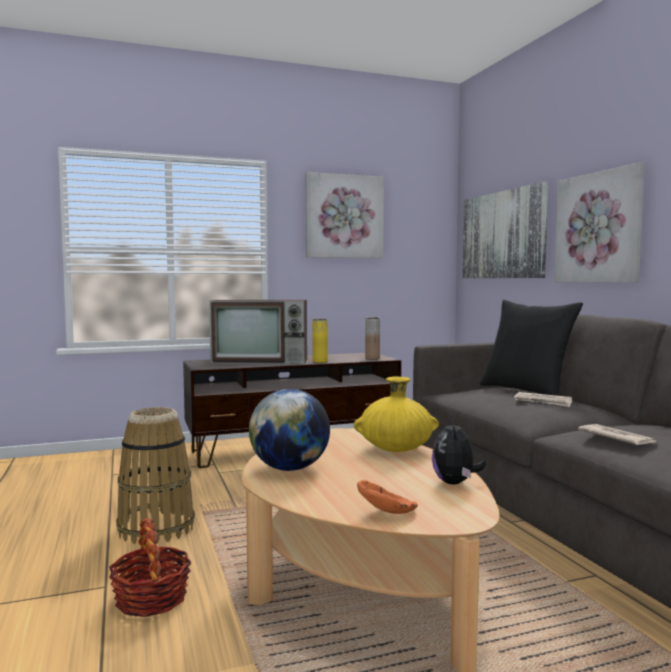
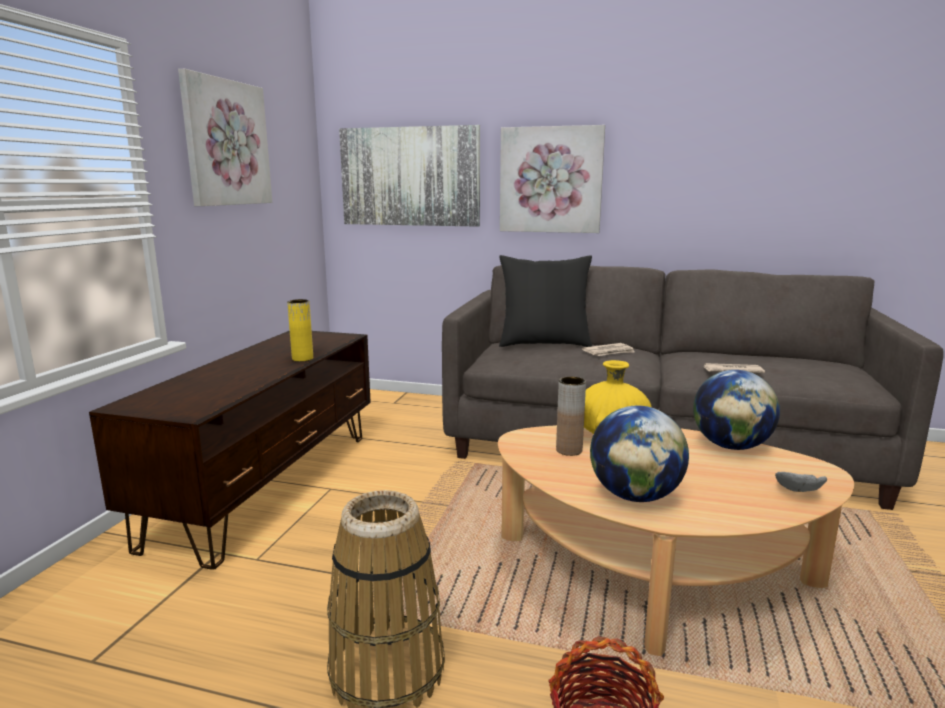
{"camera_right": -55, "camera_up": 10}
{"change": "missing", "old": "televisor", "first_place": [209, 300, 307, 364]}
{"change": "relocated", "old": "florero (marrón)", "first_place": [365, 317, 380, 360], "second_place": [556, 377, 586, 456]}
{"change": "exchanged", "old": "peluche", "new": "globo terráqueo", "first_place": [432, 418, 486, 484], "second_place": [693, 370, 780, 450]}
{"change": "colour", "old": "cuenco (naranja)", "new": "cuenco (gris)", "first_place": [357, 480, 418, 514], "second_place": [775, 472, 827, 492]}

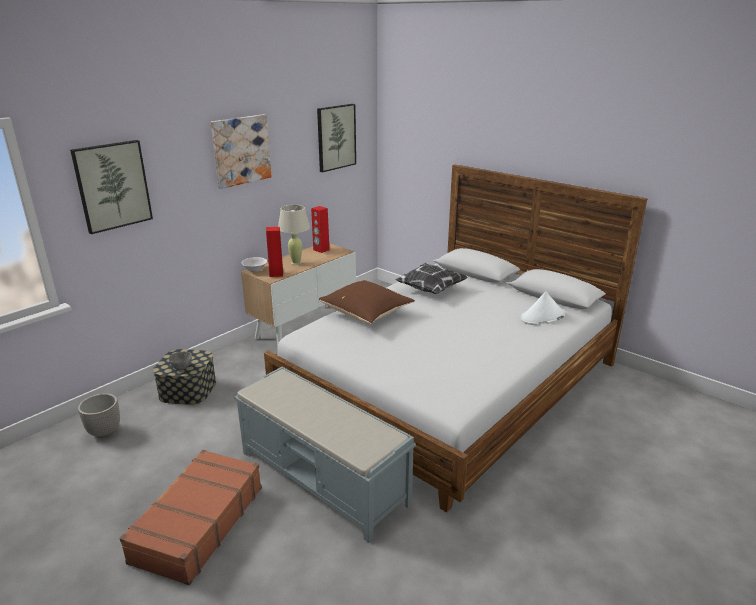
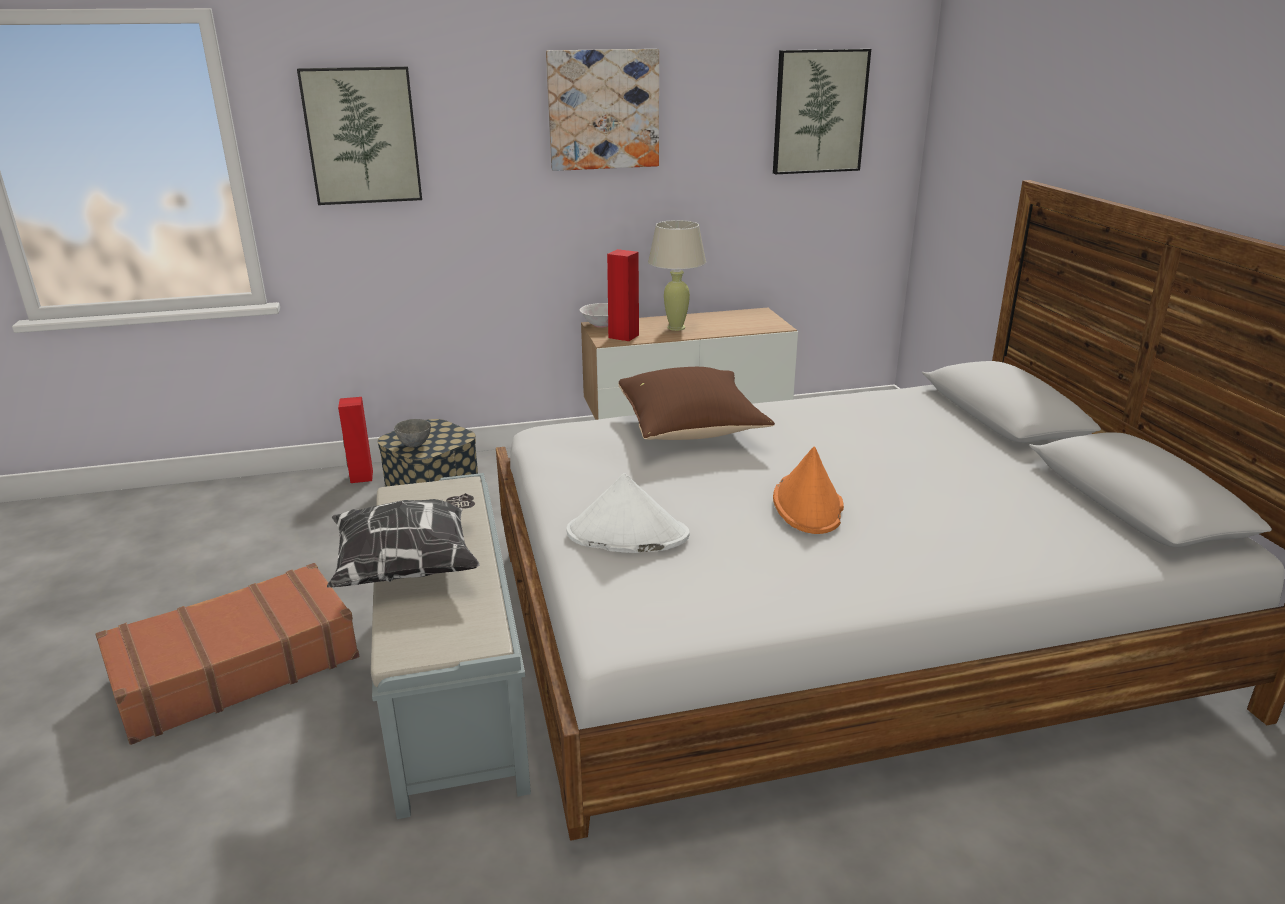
{"camera_right": 35, "camera_up": 0}
{"change": "missing", "old": "maceta", "first_place": [78, 393, 120, 438]}
{"change": "appeared", "new": "sombrero (naranja)", "second_place": [773, 446, 844, 534]}
{"change": "relocated", "old": "altavoz (rojo)", "first_place": [311, 206, 330, 253], "second_place": [338, 397, 373, 483]}
{"change": "relocated", "old": "cojín", "first_place": [395, 263, 468, 294], "second_place": [327, 493, 479, 588]}
{"change": "relocated", "old": "sombrero (blanco)", "first_place": [520, 291, 565, 325], "second_place": [566, 473, 690, 553]}

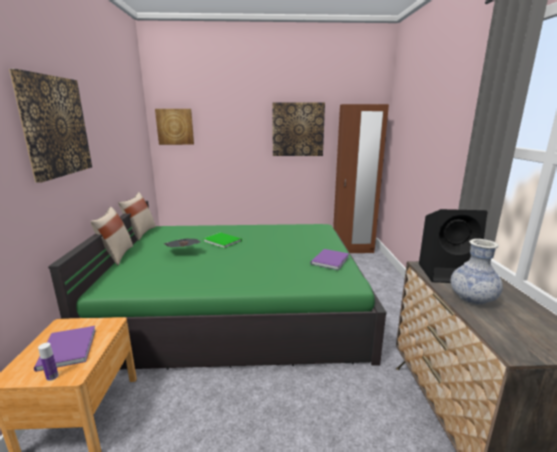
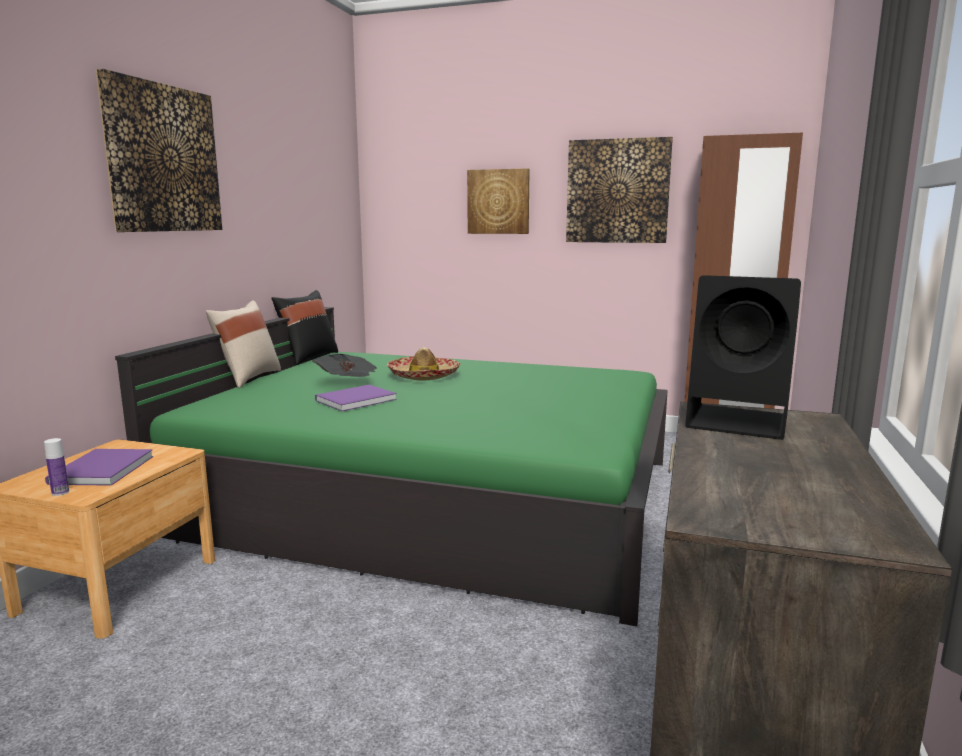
{"camera_right": 20, "camera_up": -5}
{"change": "missing", "old": "florero", "first_place": [451, 239, 503, 305]}
{"change": "relocated", "old": "cuadro", "first_place": [155, 109, 194, 145], "second_place": [467, 168, 530, 234]}
{"change": "relocated", "old": "libro (morado)", "first_place": [311, 249, 349, 270], "second_place": [315, 385, 397, 411]}
{"change": "exchanged", "old": "libro (verde)", "new": "sombrero", "first_place": [203, 232, 242, 249], "second_place": [387, 347, 460, 381]}
{"change": "colour", "old": "cojín (beis)", "new": "cojín (negro)", "first_place": [118, 192, 156, 241], "second_place": [271, 290, 338, 365]}

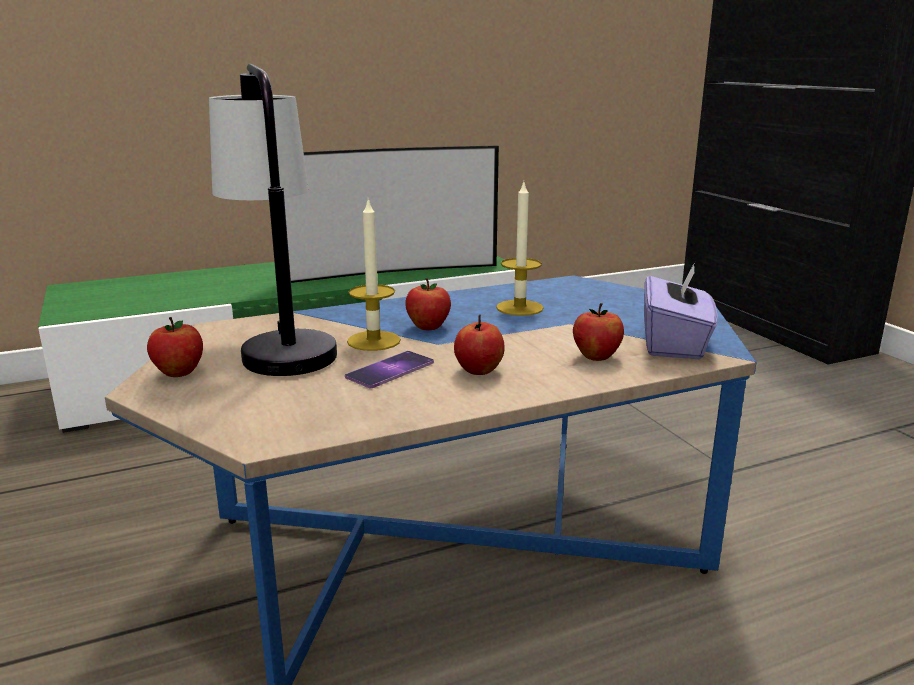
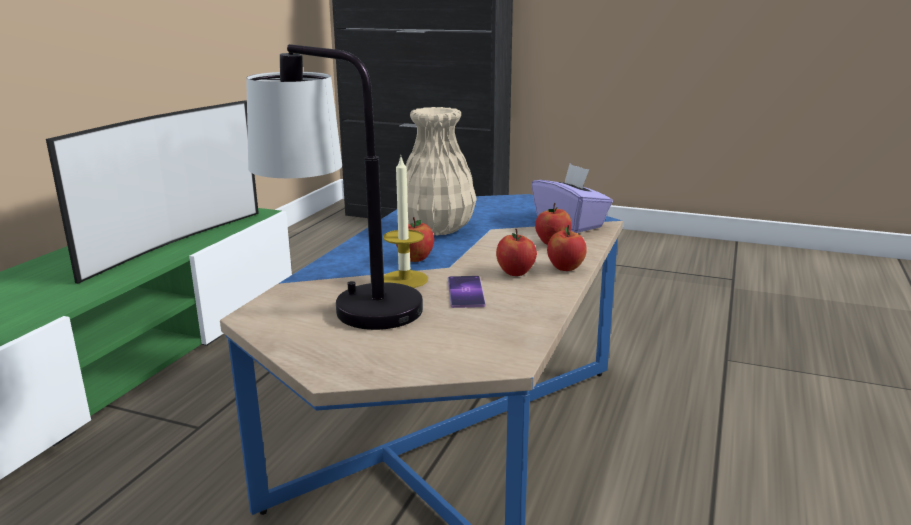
{"camera_right": -45, "camera_up": 0}
{"change": "relocated", "old": "manzana", "first_place": [147, 317, 203, 377], "second_place": [547, 225, 587, 271]}
{"change": "exchanged", "old": "vela", "new": "florero (beis)", "first_place": [496, 182, 544, 316], "second_place": [405, 107, 477, 236]}

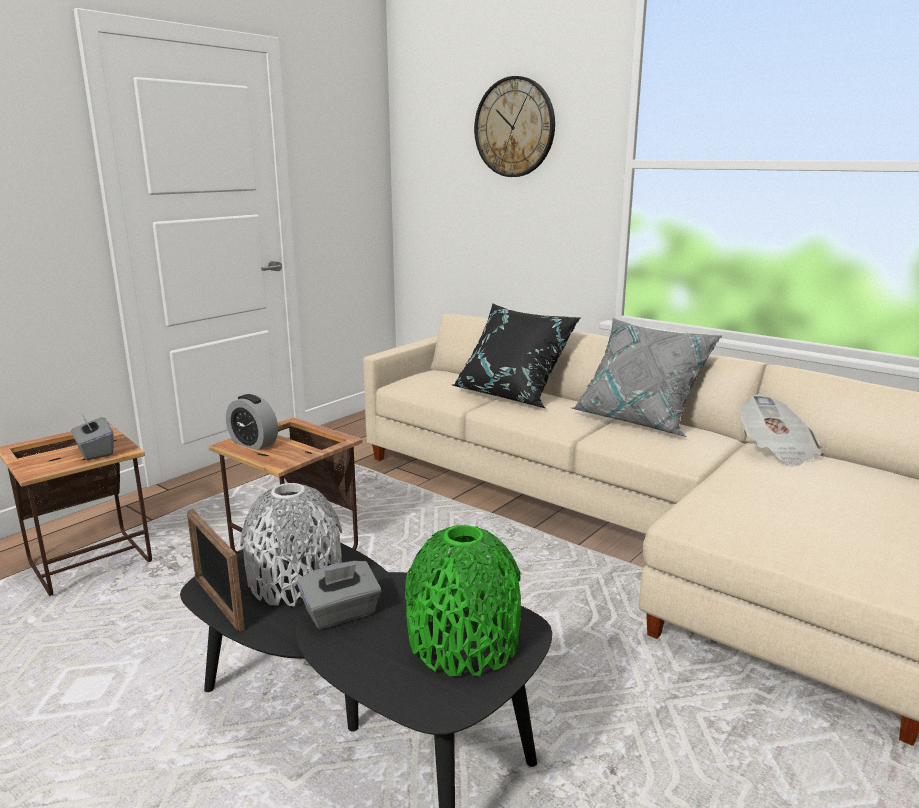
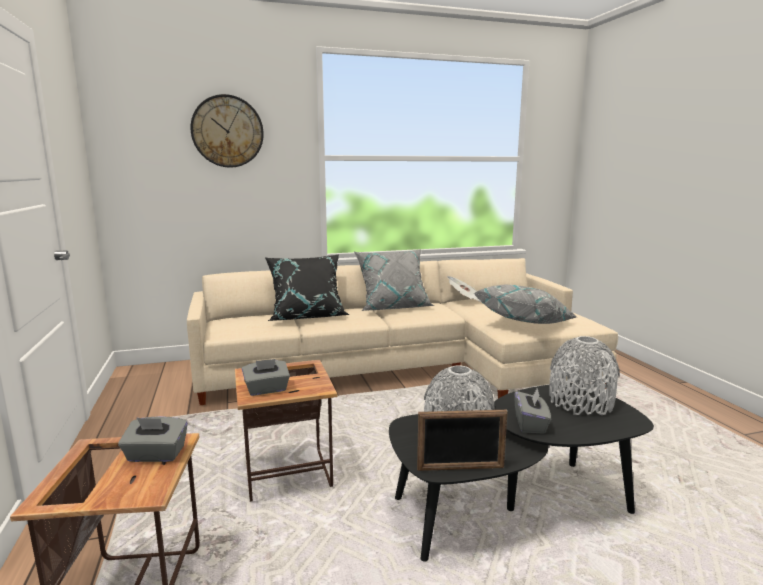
{"camera_right": -55, "camera_up": -5}
{"change": "appeared", "new": "cojín (gris)", "second_place": [474, 285, 577, 324]}
{"change": "exchanged", "old": "despertador", "new": "caja de pañuelos (gris)", "first_place": [226, 394, 278, 450], "second_place": [242, 359, 290, 396]}
{"change": "colour", "old": "florero (verde)", "new": "florero (gris)", "first_place": [405, 525, 521, 676], "second_place": [549, 336, 620, 415]}

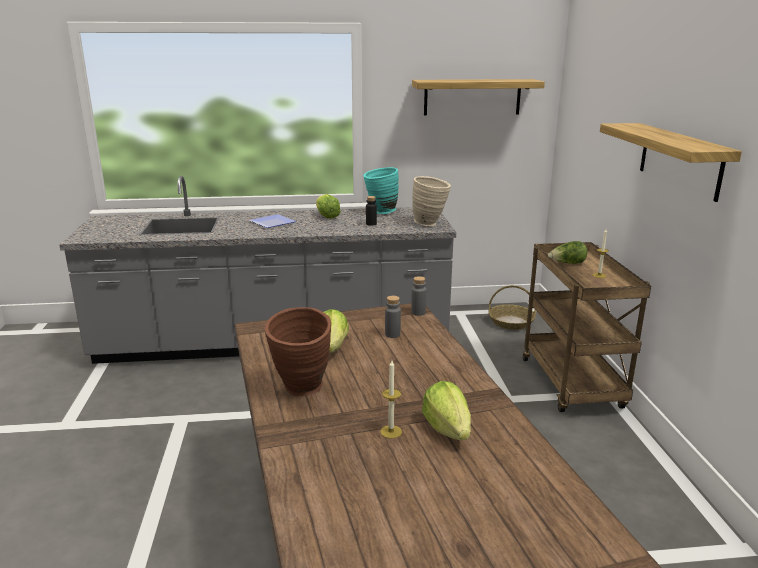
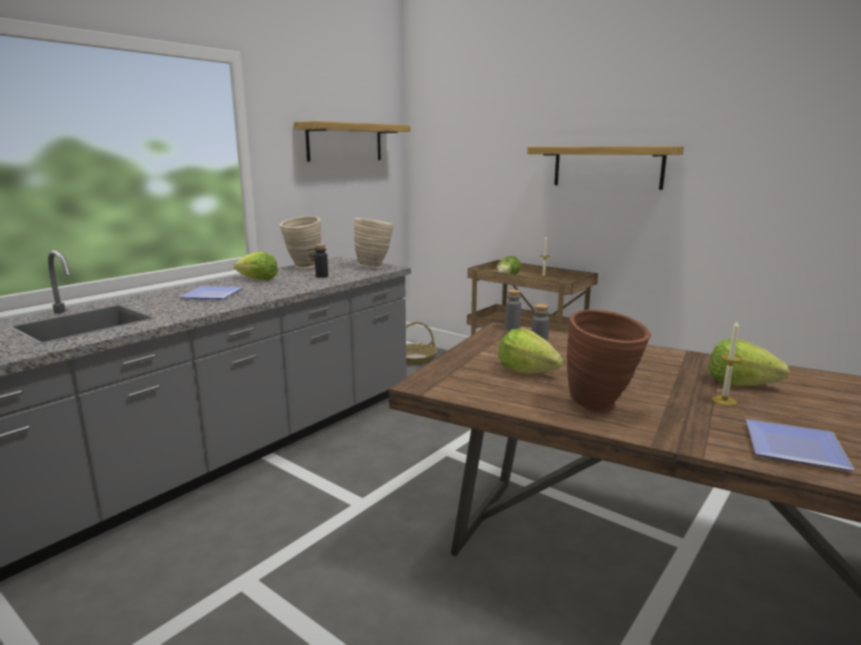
{"camera_right": -45, "camera_up": -5}
{"change": "appeared", "new": "plato", "second_place": [746, 419, 855, 471]}
{"change": "colour", "old": "florero (turquesa)", "new": "florero (beis)", "first_place": [364, 167, 399, 214], "second_place": [280, 216, 321, 269]}

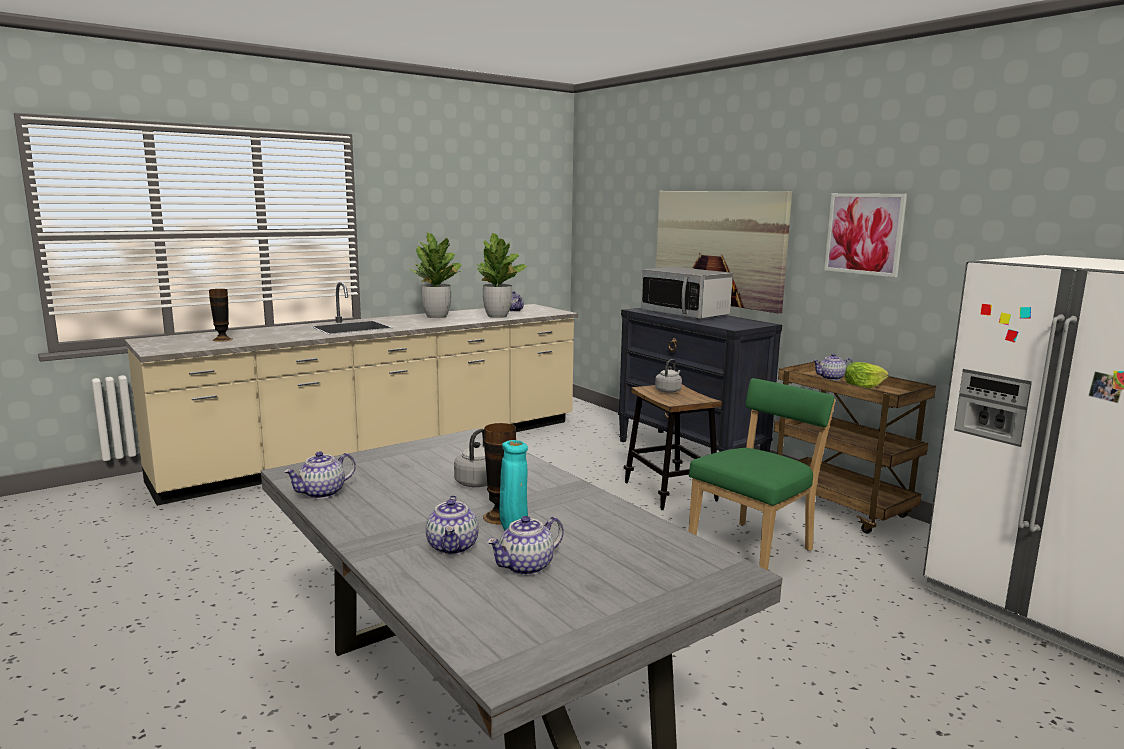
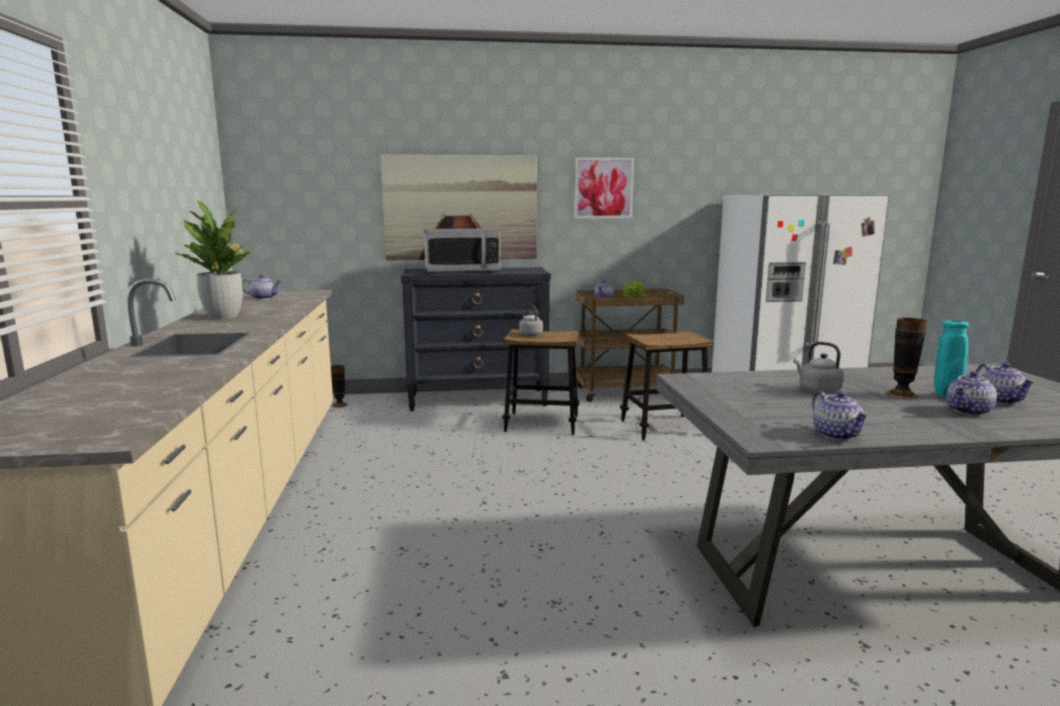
{"camera_right": -60, "camera_up": 0}
{"change": "missing", "old": "planta en maceta", "first_place": [477, 233, 527, 318]}
{"change": "relocated", "old": "florero", "first_place": [209, 289, 233, 342], "second_place": [331, 365, 348, 408]}
{"change": "exchanged", "old": "silla (verde)", "new": "taburete", "first_place": [688, 378, 836, 570], "second_place": [620, 331, 714, 441]}
{"change": "spun", "old": "tetera", "first_place": [426, 495, 478, 555], "second_place": [946, 371, 997, 416], "degrees": 120}

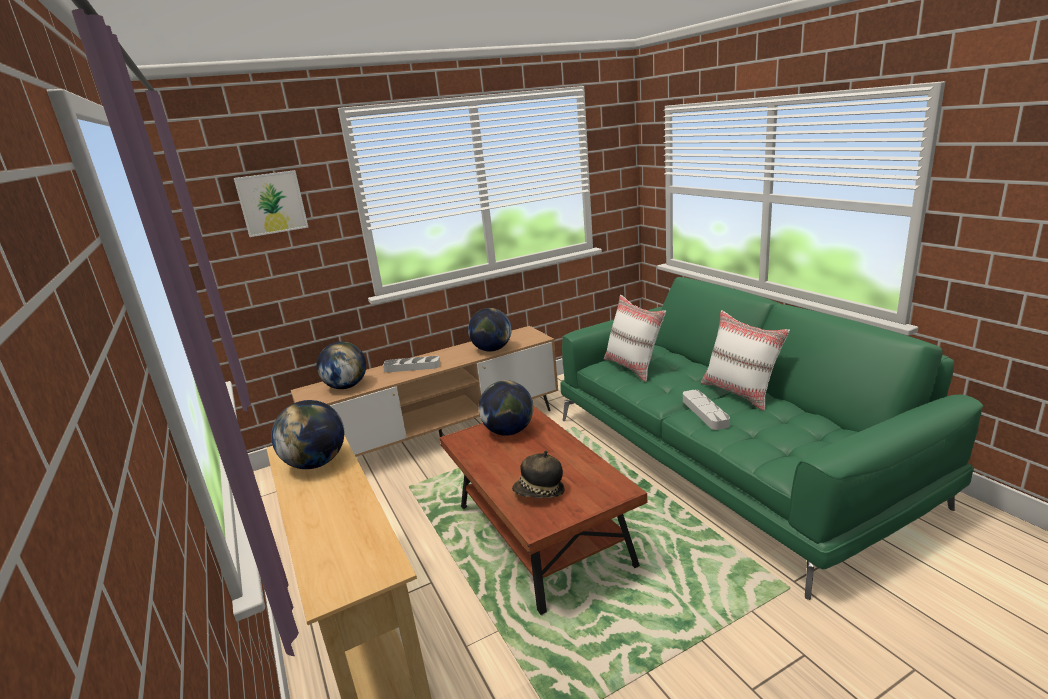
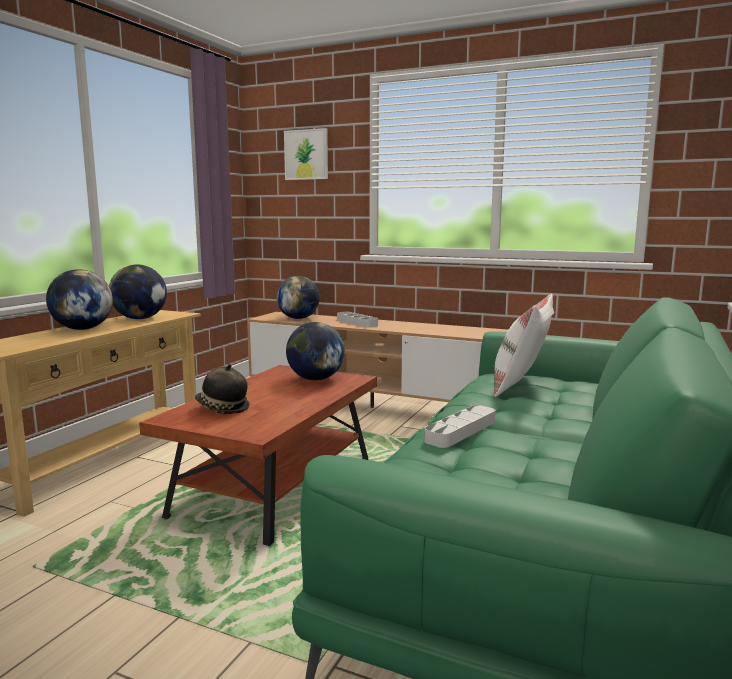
{"camera_right": 50, "camera_up": -10}
{"change": "missing", "old": "cojín (blanco)", "first_place": [701, 310, 790, 411]}
{"change": "relocated", "old": "globo terráqueo", "first_place": [468, 308, 512, 351], "second_place": [46, 269, 113, 330]}

